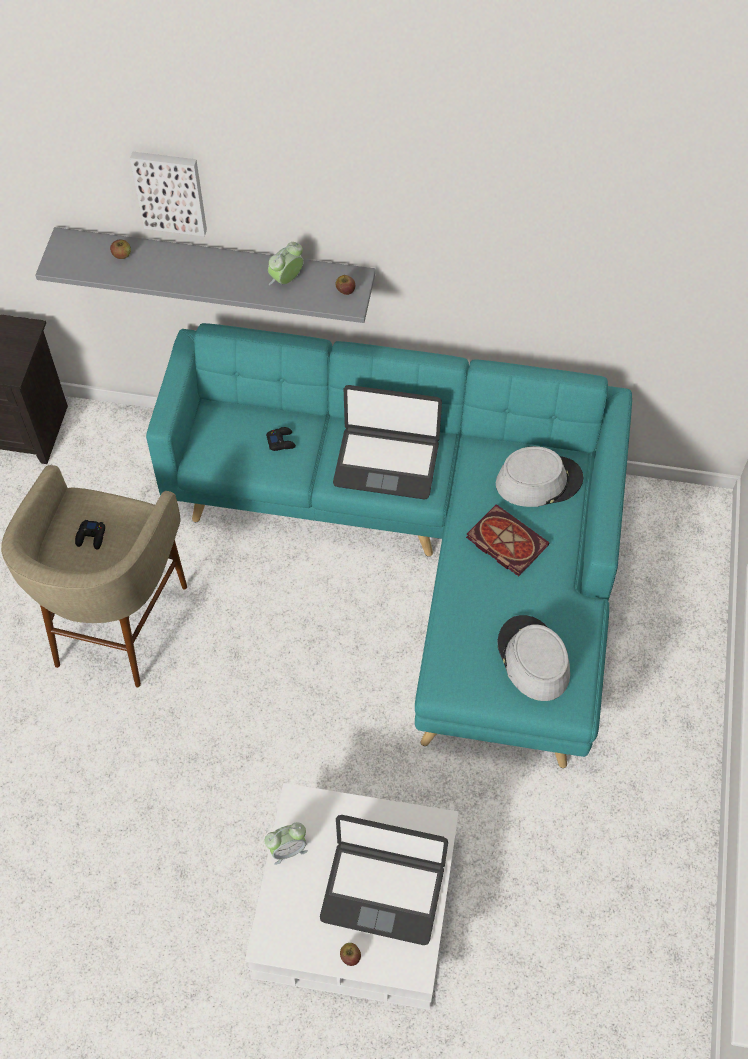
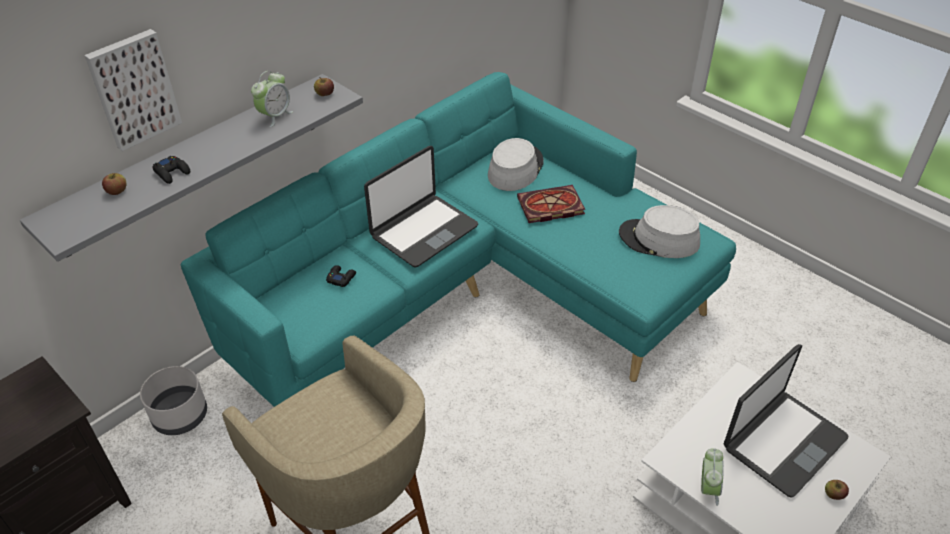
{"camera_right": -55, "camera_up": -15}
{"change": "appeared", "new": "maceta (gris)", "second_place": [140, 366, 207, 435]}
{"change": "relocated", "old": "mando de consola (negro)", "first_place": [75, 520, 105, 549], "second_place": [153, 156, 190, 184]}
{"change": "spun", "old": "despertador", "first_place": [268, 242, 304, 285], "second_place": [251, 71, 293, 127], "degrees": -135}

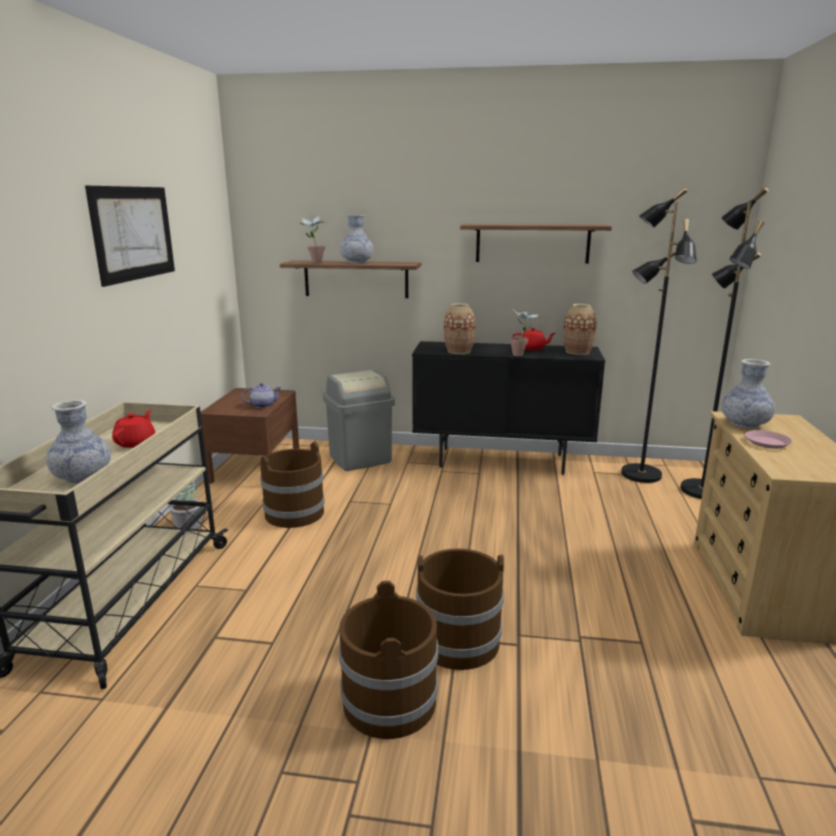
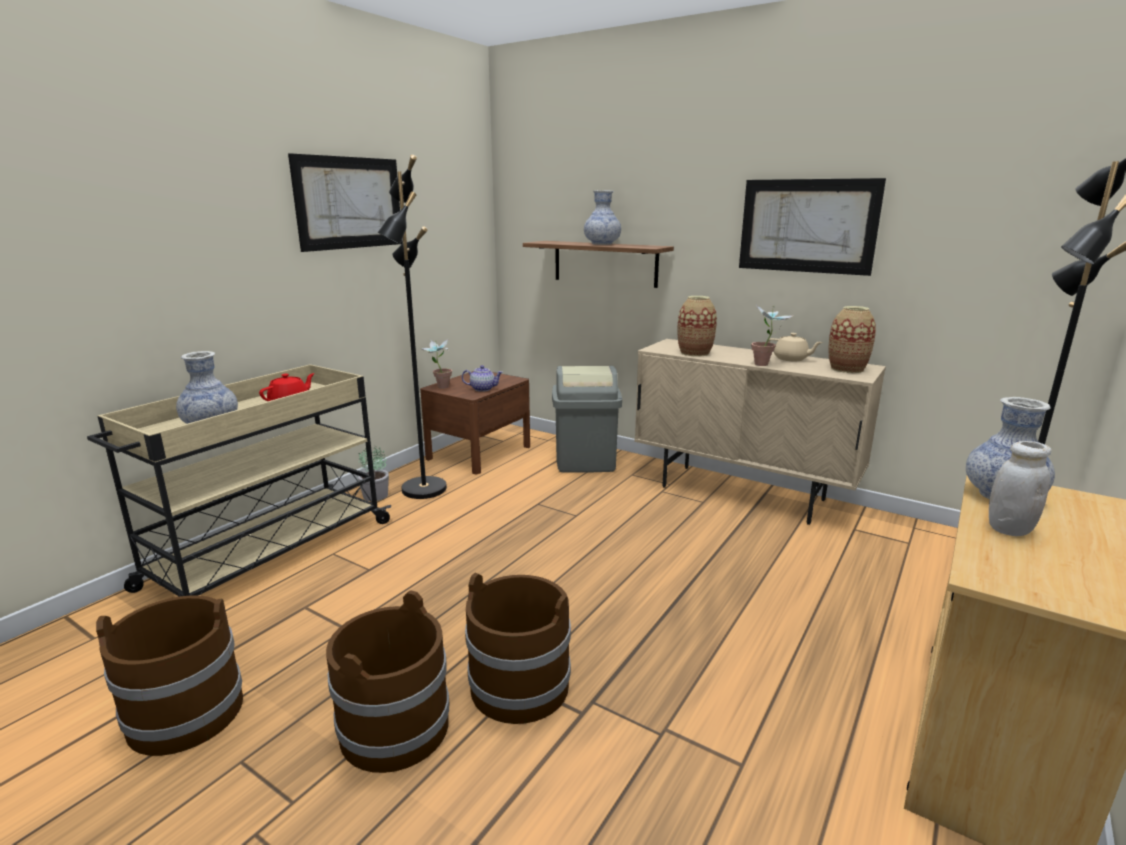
{"camera_right": 25, "camera_up": 0}
{"change": "relocated", "old": "cubo (marrón)", "first_place": [260, 442, 325, 528], "second_place": [96, 595, 243, 756]}
{"change": "relocated", "old": "planta en maceta", "first_place": [300, 215, 326, 263], "second_place": [421, 339, 452, 388]}
{"change": "relocated", "old": "lámpara de pie (negro)", "first_place": [621, 188, 697, 483], "second_place": [378, 155, 447, 499]}
{"change": "exchanged", "old": "estante", "new": "cuadro", "first_place": [460, 224, 612, 264], "second_place": [739, 178, 886, 276]}
{"change": "exchanged", "old": "plato (rosa)", "new": "tarro (blanco)", "first_place": [745, 430, 792, 449], "second_place": [989, 441, 1052, 536]}
{"change": "colour", "old": "armario (negro)", "new": "armario (beis)", "first_place": [412, 341, 605, 475], "second_place": [634, 339, 886, 525]}
{"change": "colour", "old": "tetera (rojo)", "new": "tetera (beis)", "first_place": [513, 328, 556, 350], "second_place": [768, 333, 823, 361]}

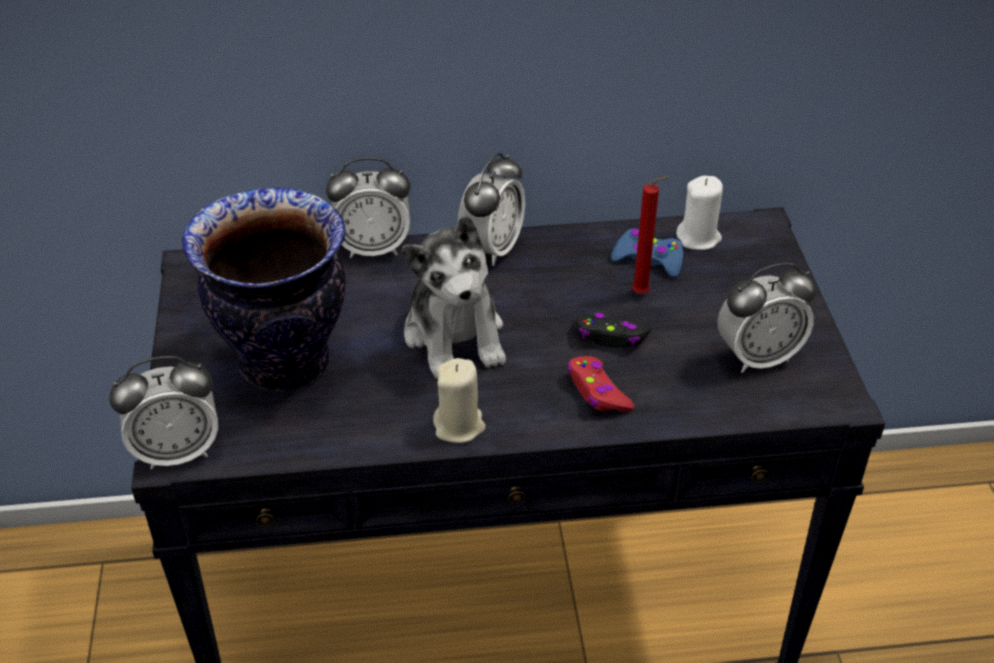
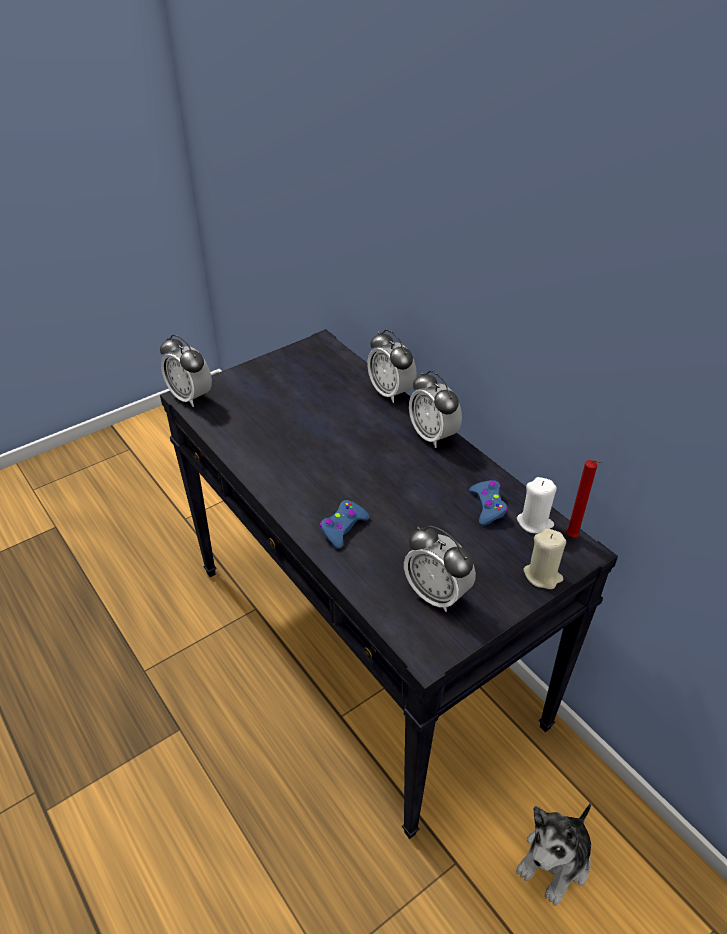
{"camera_right": 60, "camera_up": 0}
{"change": "missing", "old": "florero", "first_place": [182, 188, 346, 391]}
{"change": "missing", "old": "mando de consola (negro)", "first_place": [576, 313, 651, 348]}
{"change": "relocated", "old": "peluche", "first_place": [402, 215, 506, 379], "second_place": [516, 803, 592, 906]}
{"change": "relocated", "old": "vela (beis)", "first_place": [433, 358, 486, 443], "second_place": [524, 528, 566, 589]}
{"change": "relocated", "old": "vela (rojo)", "first_place": [632, 176, 669, 294], "second_place": [566, 460, 602, 537]}
{"change": "colour", "old": "mando de consola (rojo)", "new": "mando de consola (azul)", "first_place": [568, 356, 634, 412], "second_place": [320, 500, 370, 549]}
{"change": "spun", "old": "despertador", "first_place": [457, 153, 525, 266], "second_place": [409, 371, 462, 448], "degrees": 60}

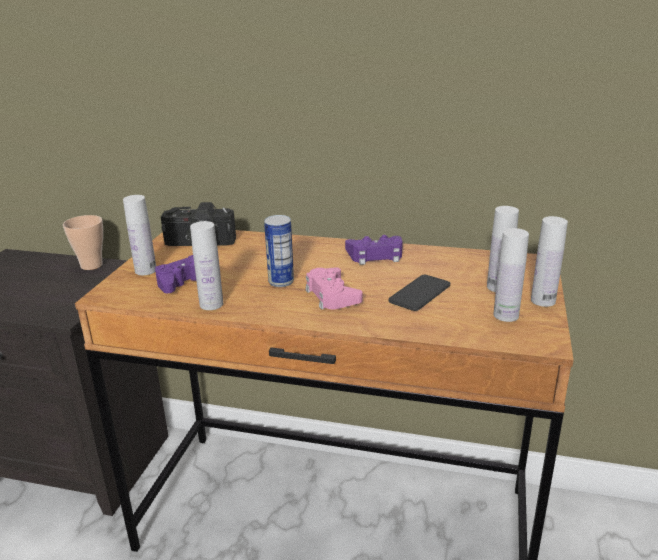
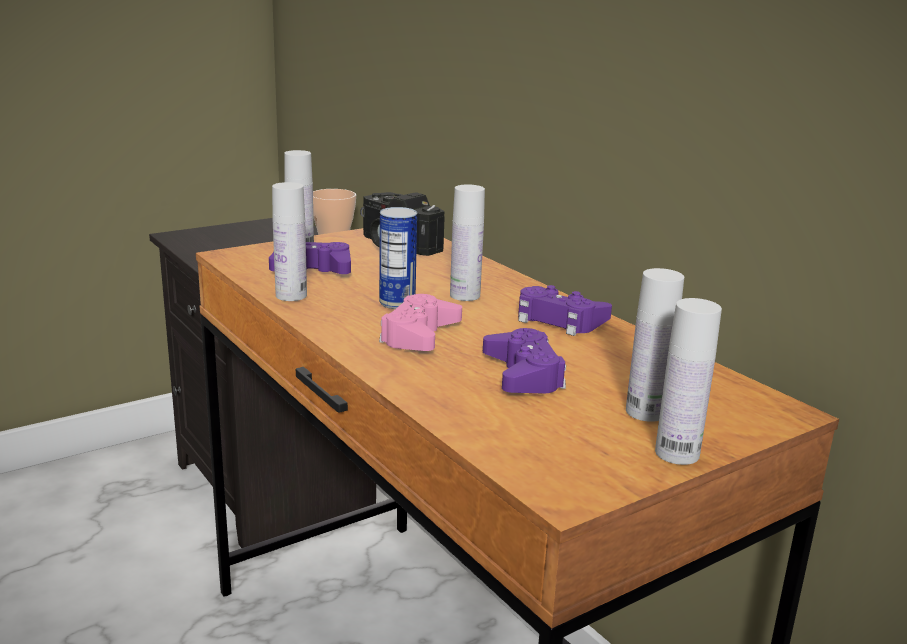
{"camera_right": 40, "camera_up": -5}
{"change": "relocated", "old": "botella (blanco)", "first_place": [493, 228, 529, 322], "second_place": [450, 184, 485, 301]}
{"change": "exchanged", "old": "móvil", "new": "mando de consola (morado)", "first_place": [389, 275, 450, 311], "second_place": [483, 328, 566, 393]}

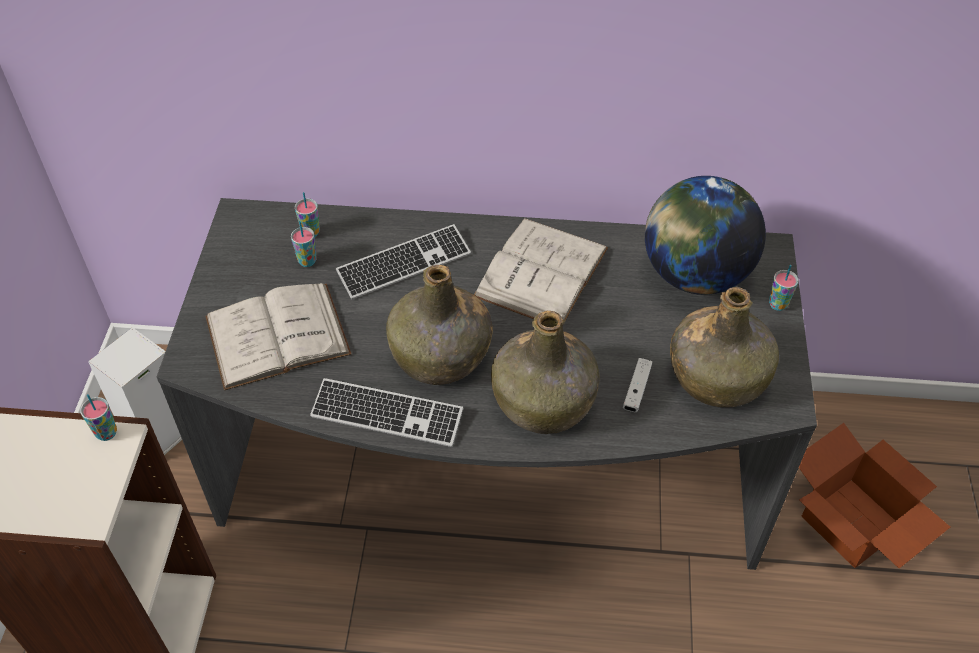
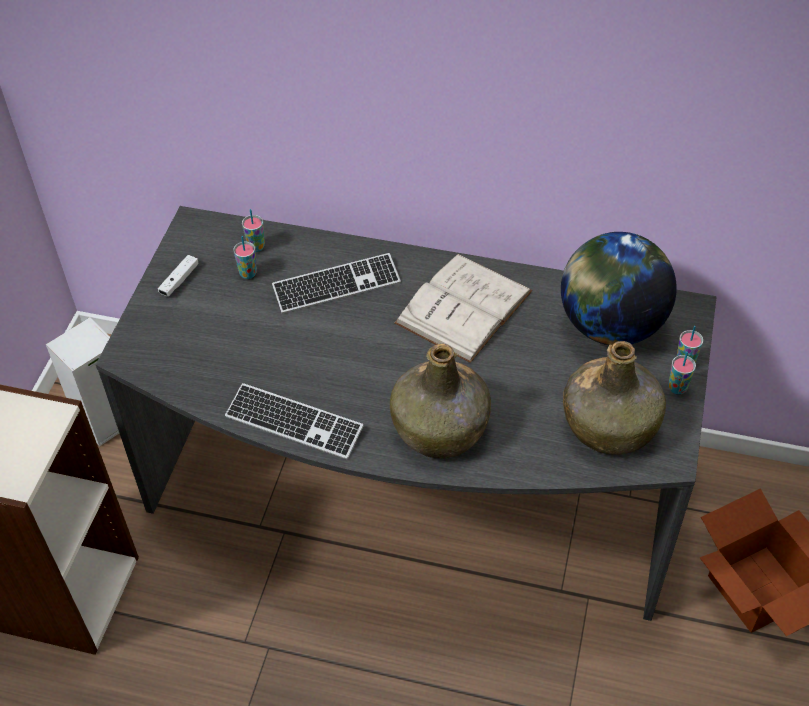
{"camera_right": 10, "camera_up": 0}
{"change": "missing", "old": "libro (blanco)", "first_place": [206, 283, 352, 390]}
{"change": "missing", "old": "botella (verde)", "first_place": [386, 265, 493, 385]}
{"change": "relocated", "old": "taza", "first_place": [80, 394, 117, 441], "second_place": [669, 351, 696, 394]}
{"change": "relocated", "old": "mando de consola (blanco)", "first_place": [623, 358, 652, 412], "second_place": [158, 255, 199, 296]}

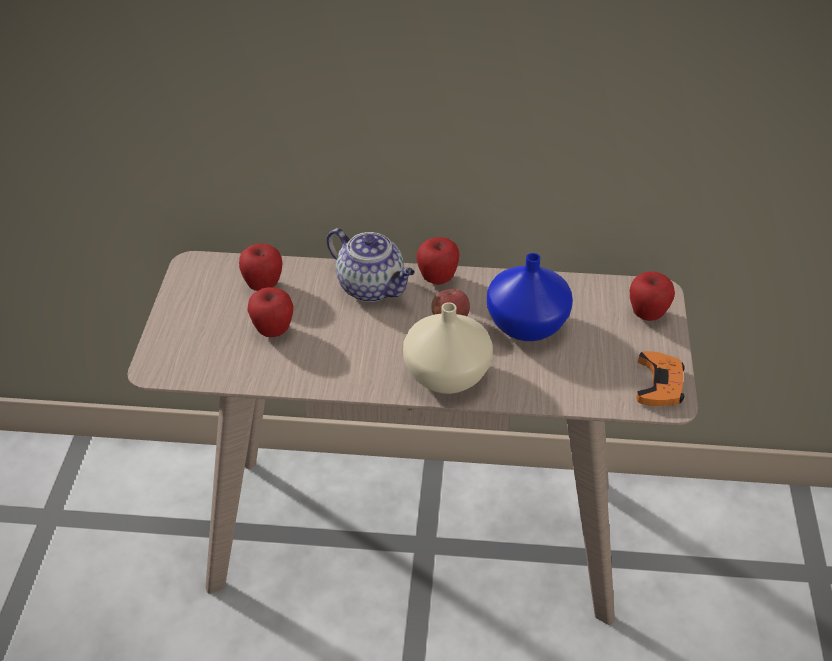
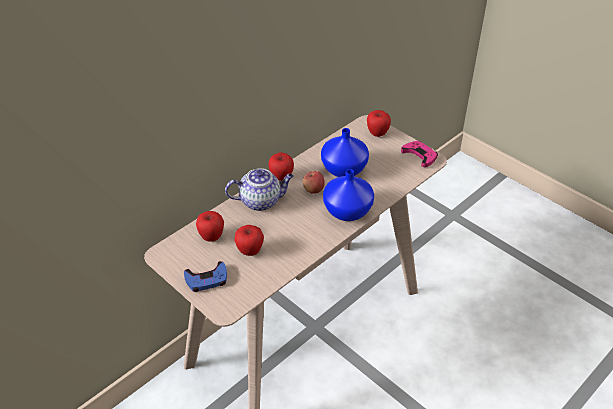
{"camera_right": -50, "camera_up": 0}
{"change": "appeared", "new": "mando de consola (azul)", "second_place": [184, 261, 227, 292]}
{"change": "colour", "old": "florero (beis)", "new": "florero (azul)", "first_place": [403, 302, 493, 394], "second_place": [323, 169, 374, 221]}
{"change": "colour", "old": "mando de consola (naranja)", "new": "mando de consola (rosa)", "first_place": [636, 351, 685, 406], "second_place": [401, 141, 438, 167]}

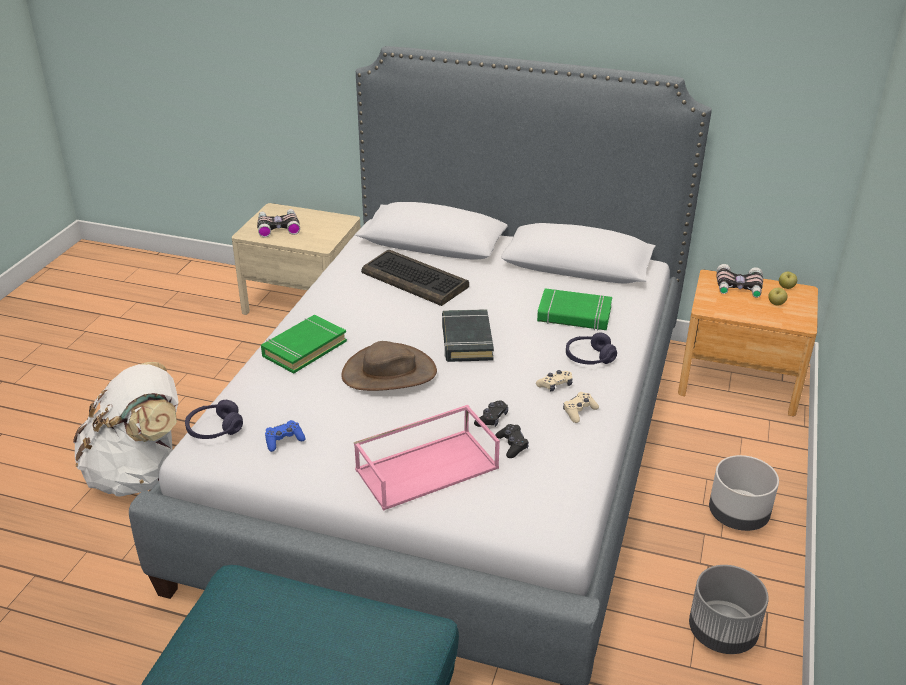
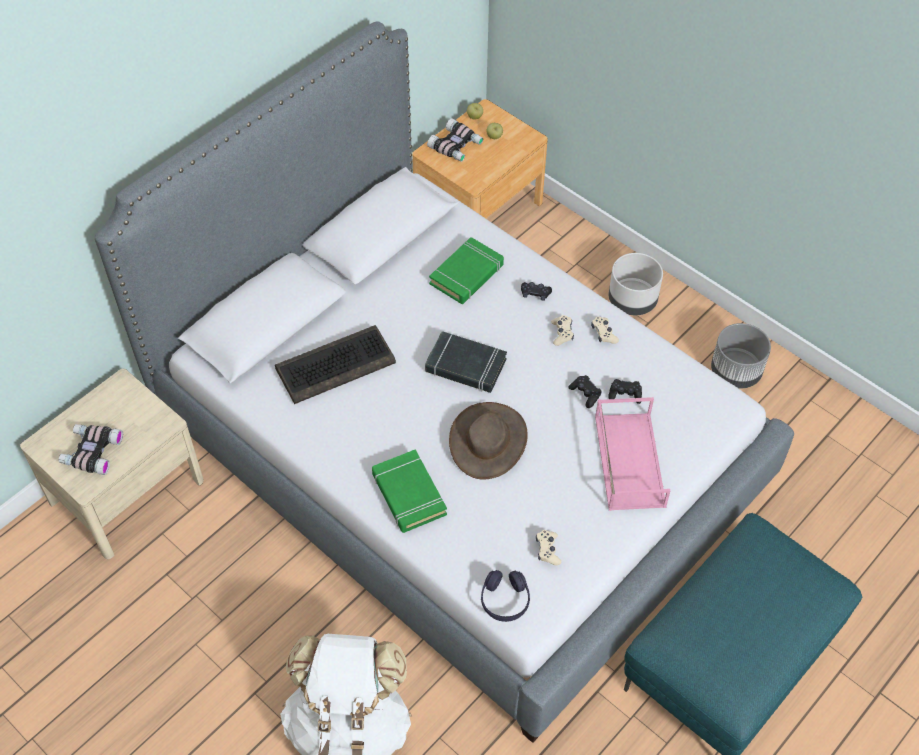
{"camera_right": -65, "camera_up": 20}
{"change": "exchanged", "old": "auriculares (morado)", "new": "mando de consola (negro)", "first_place": [566, 333, 617, 364], "second_place": [521, 282, 552, 301]}
{"change": "colour", "old": "mando de consola (azul)", "new": "mando de consola (beis)", "first_place": [265, 420, 305, 452], "second_place": [536, 530, 561, 565]}

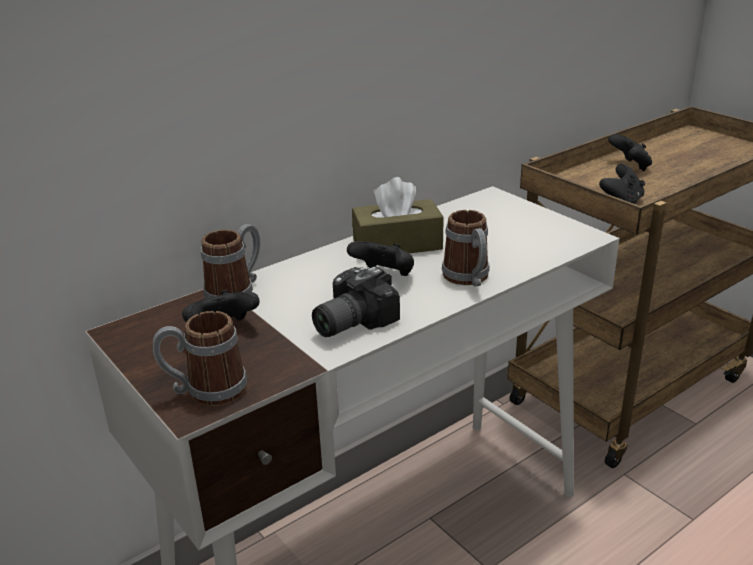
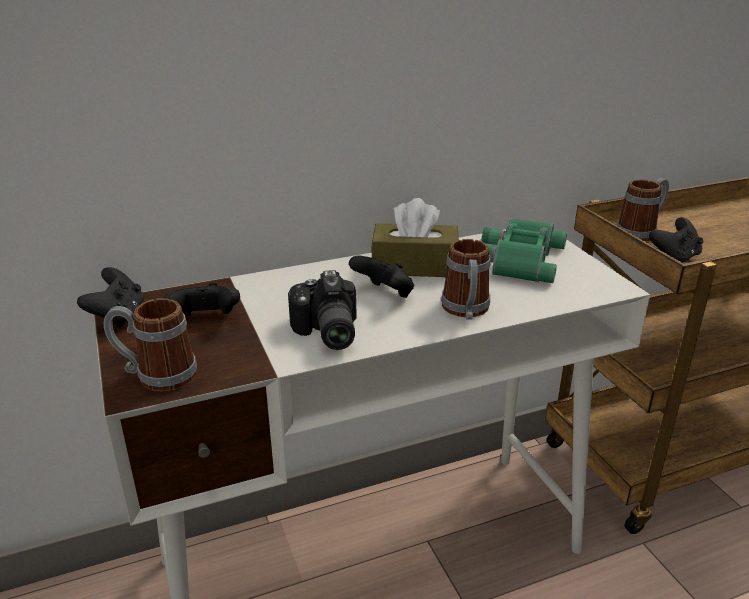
{"camera_right": 15, "camera_up": 0}
{"change": "appeared", "new": "prismáticos (verde)", "second_place": [481, 218, 567, 283]}
{"change": "relocated", "old": "taza grande", "first_place": [201, 224, 260, 299], "second_place": [617, 178, 669, 242]}
{"change": "relocated", "old": "mando de consola (negro)", "first_place": [608, 134, 652, 171], "second_place": [77, 267, 144, 328]}
{"change": "spun", "old": "cámara", "first_place": [312, 266, 400, 337], "second_place": [288, 270, 357, 350], "degrees": -75}

